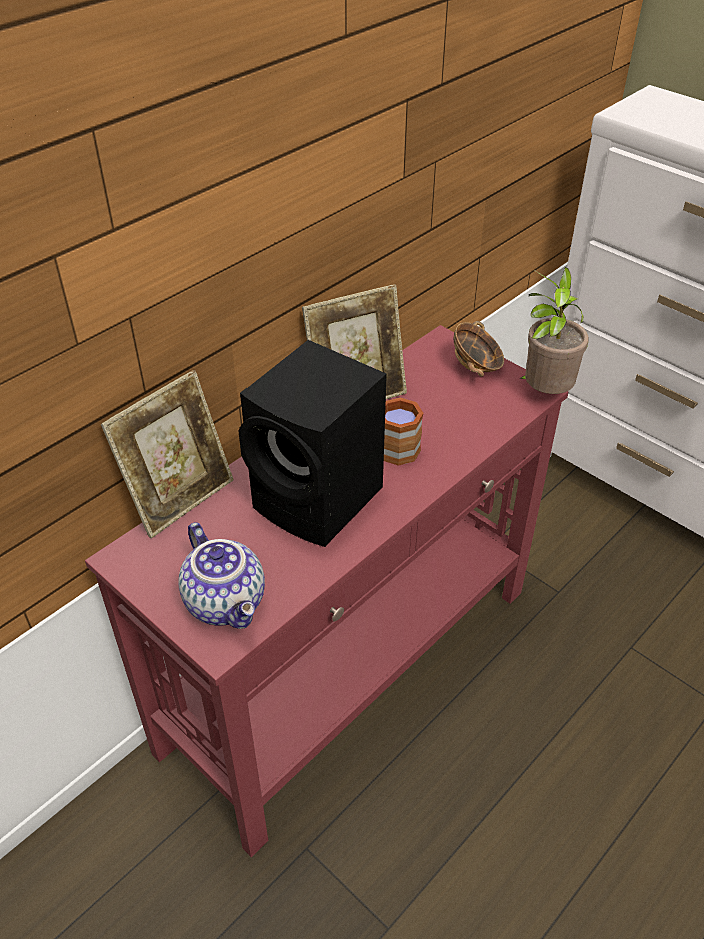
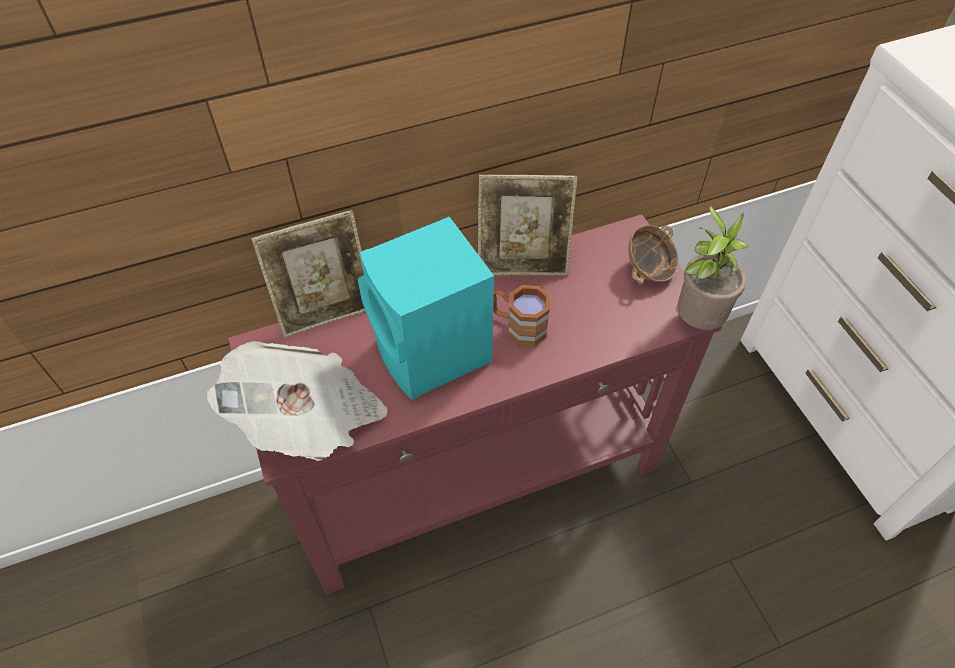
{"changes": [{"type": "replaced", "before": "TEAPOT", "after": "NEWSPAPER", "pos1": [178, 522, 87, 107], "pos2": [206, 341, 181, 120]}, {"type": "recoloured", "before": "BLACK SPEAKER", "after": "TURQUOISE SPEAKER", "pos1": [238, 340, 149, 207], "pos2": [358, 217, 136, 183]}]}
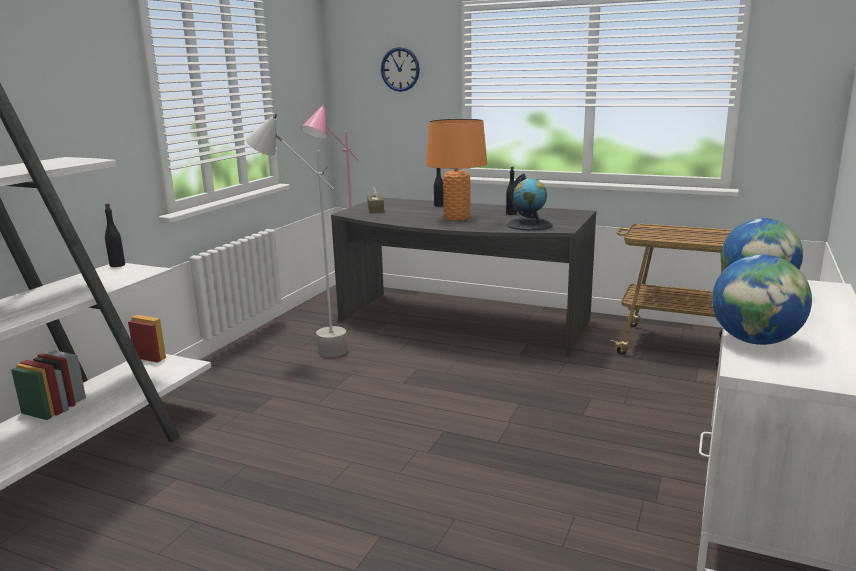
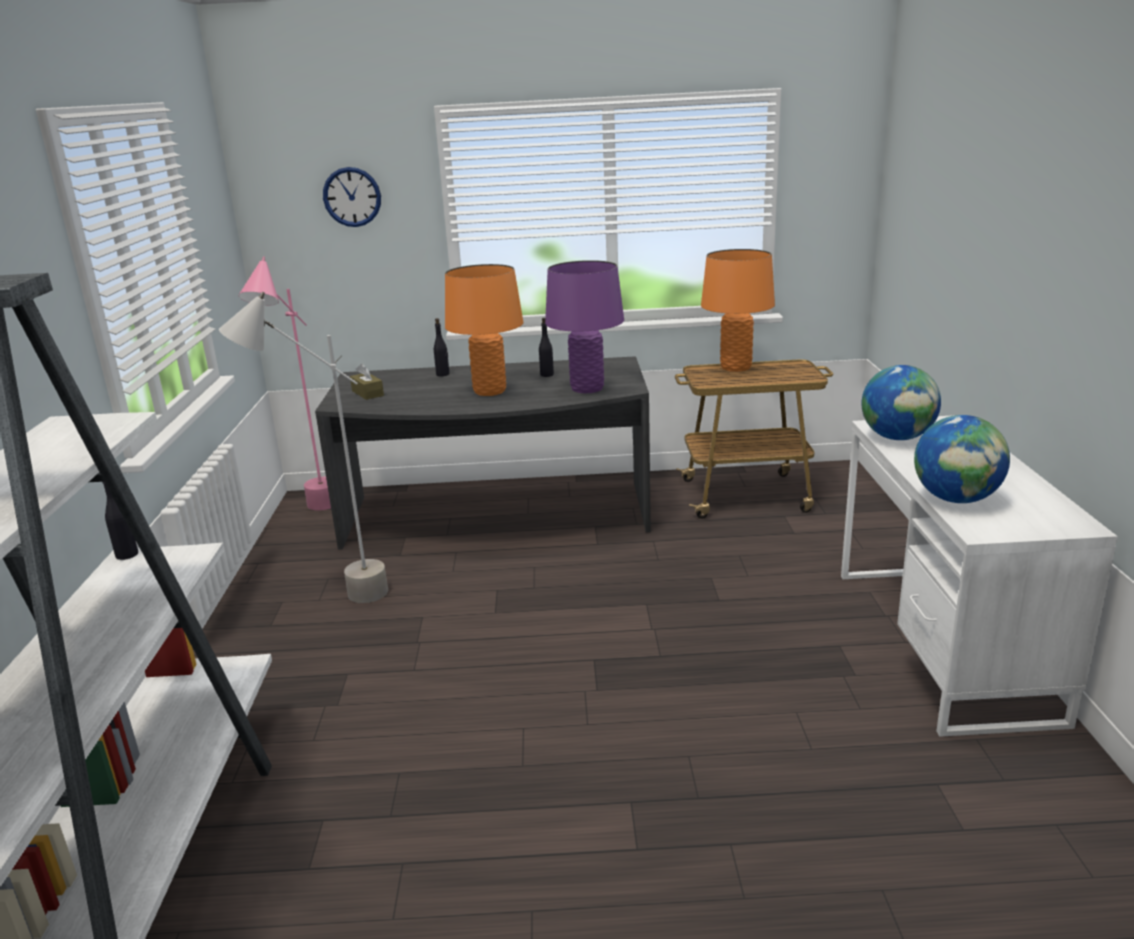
{"changes": [{"type": "replaced", "before": "GLOBE", "after": "PURPLE TABLE LAMP", "pos1": [506, 174, 47, 57], "pos2": [545, 260, 79, 133]}, {"type": "added", "after": "ORANGE TABLE LAMP", "pos2": [701, 249, 74, 123]}]}
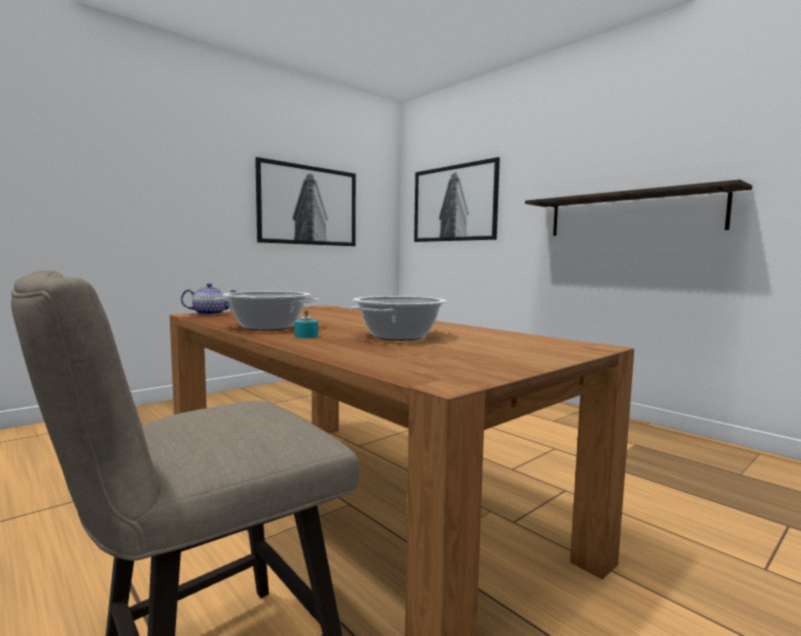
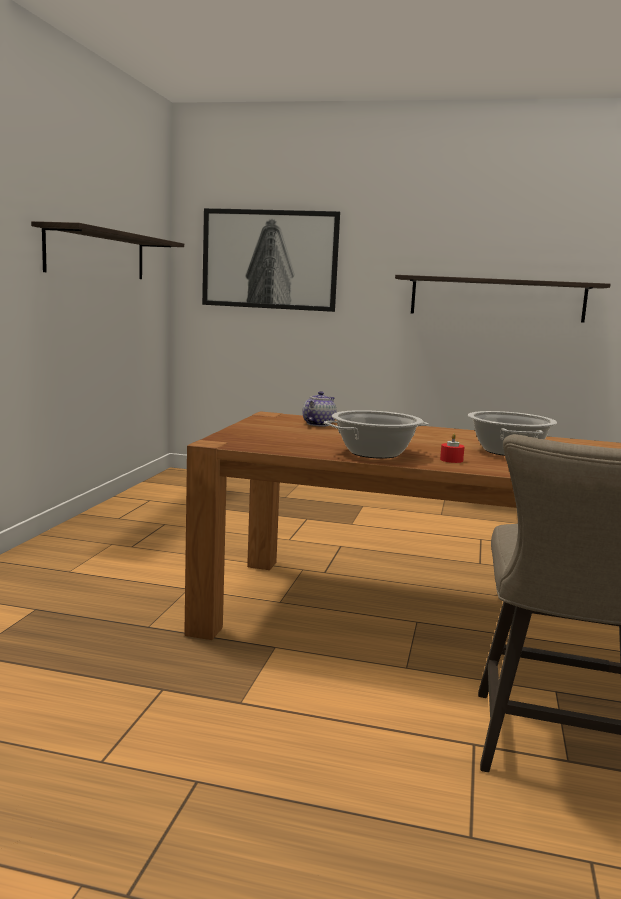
{"changes": [{"type": "replaced", "before": "PICTURE", "after": "SHELF", "pos1": [255, 157, 101, 89], "pos2": [31, 221, 153, 58]}, {"type": "moved", "before": "TEAPOT", "pos1": [181, 283, 56, 32], "pos2": [303, 391, 34, 36]}, {"type": "recoloured", "before": "TURQUOISE CANDLE", "after": "RED CANDLE", "pos1": [294, 308, 24, 30], "pos2": [440, 433, 25, 30]}]}
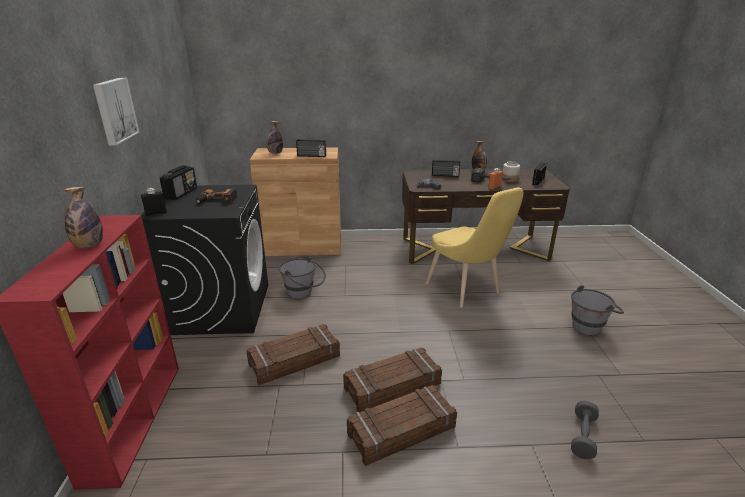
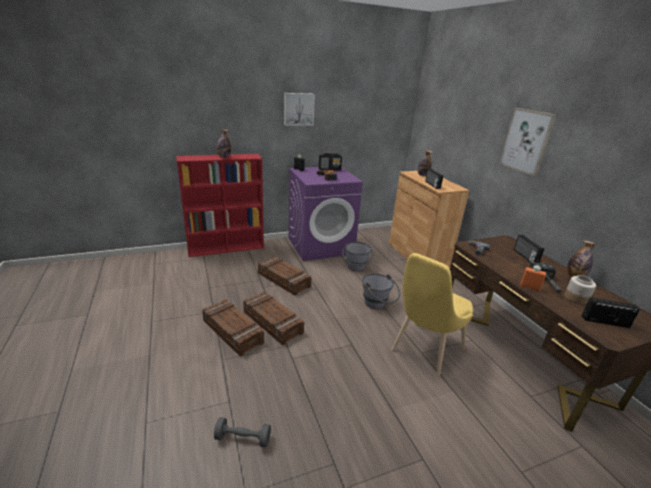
{"changes": [{"type": "recoloured", "before": "BLACK WASHING MACHINE", "after": "PURPLE WASHING MACHINE", "pos1": [141, 185, 127, 150], "pos2": [289, 167, 74, 94]}, {"type": "moved", "before": "GREY BUCKET", "pos1": [571, 285, 53, 50], "pos2": [362, 273, 38, 36]}, {"type": "added", "after": "PICTURE", "pos2": [499, 108, 57, 68]}]}
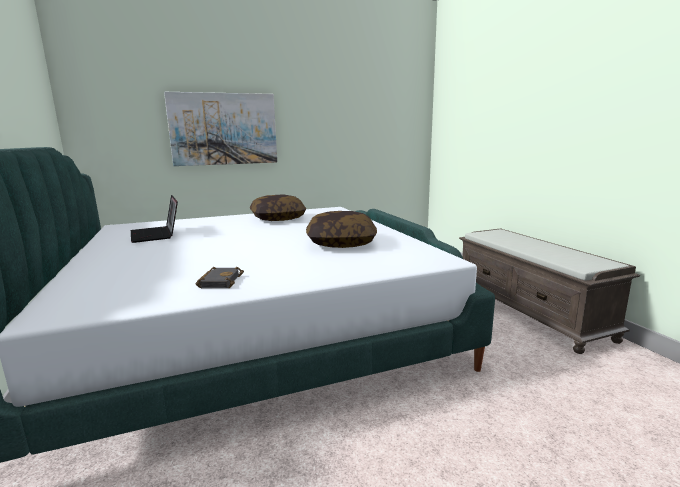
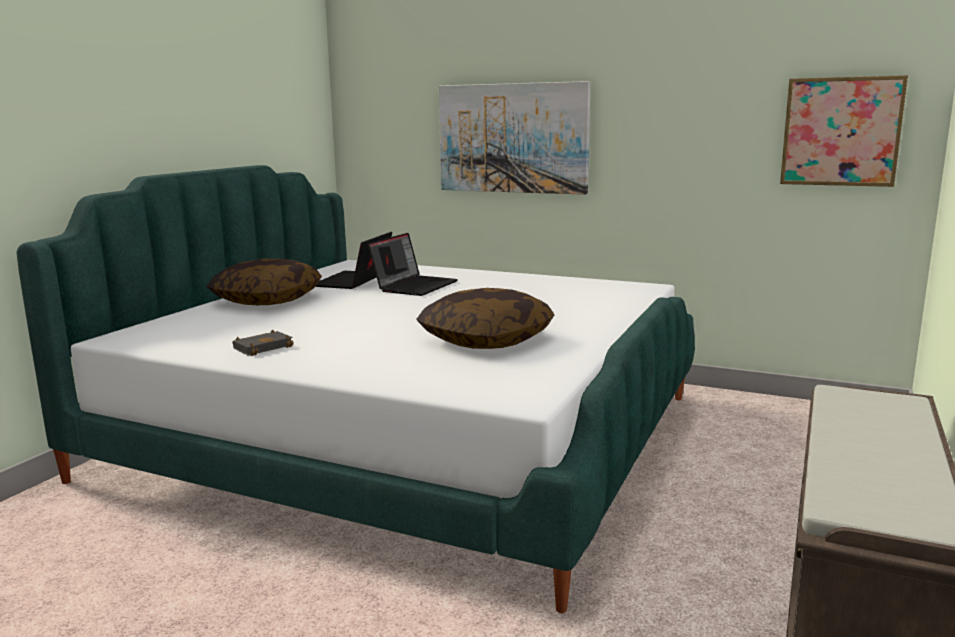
{"changes": [{"type": "moved", "before": "PILLOW", "pos1": [250, 194, 56, 27], "pos2": [207, 258, 115, 47]}, {"type": "added", "after": "LAPTOP", "pos2": [368, 233, 90, 63]}, {"type": "added", "after": "PICTURE", "pos2": [780, 75, 128, 112]}]}
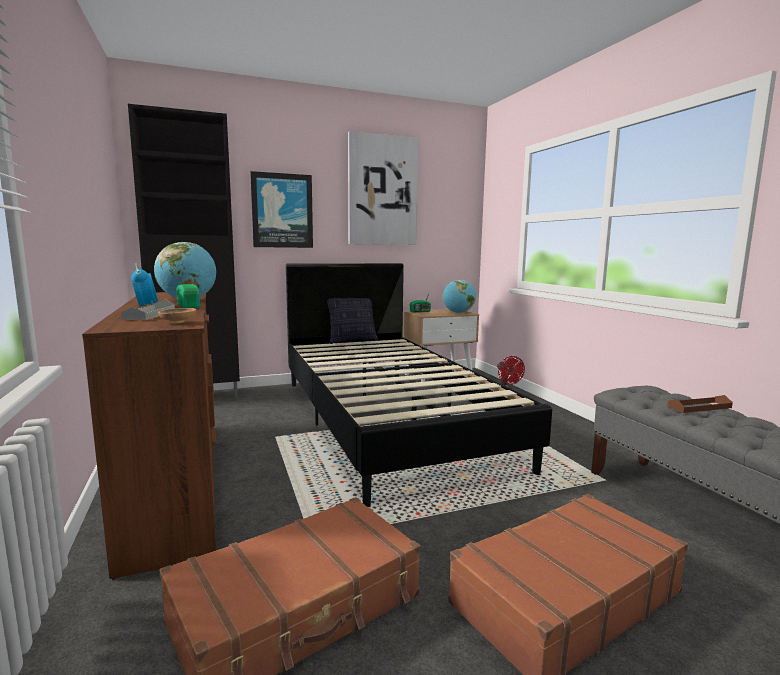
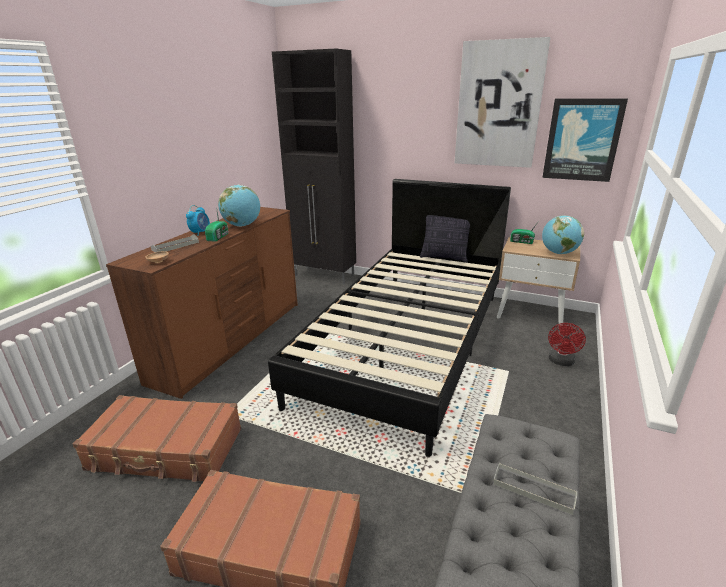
{"changes": [{"type": "recoloured", "before": "BROWN TRAY", "after": "GREY TRAY", "pos1": [667, 395, 66, 18], "pos2": [493, 463, 84, 52]}, {"type": "moved", "before": "PICTURE", "pos1": [250, 171, 63, 77], "pos2": [542, 99, 86, 83]}]}
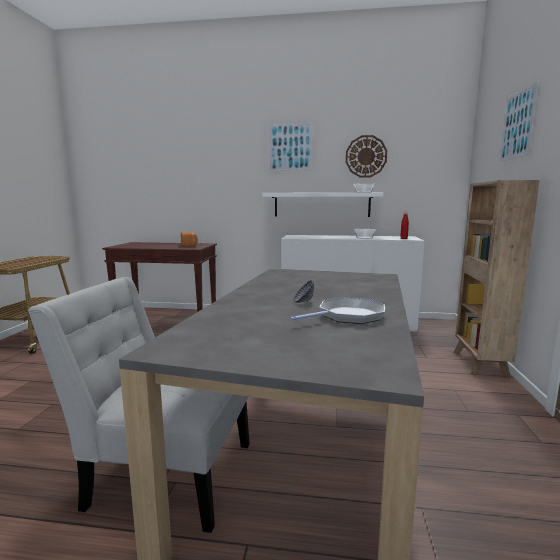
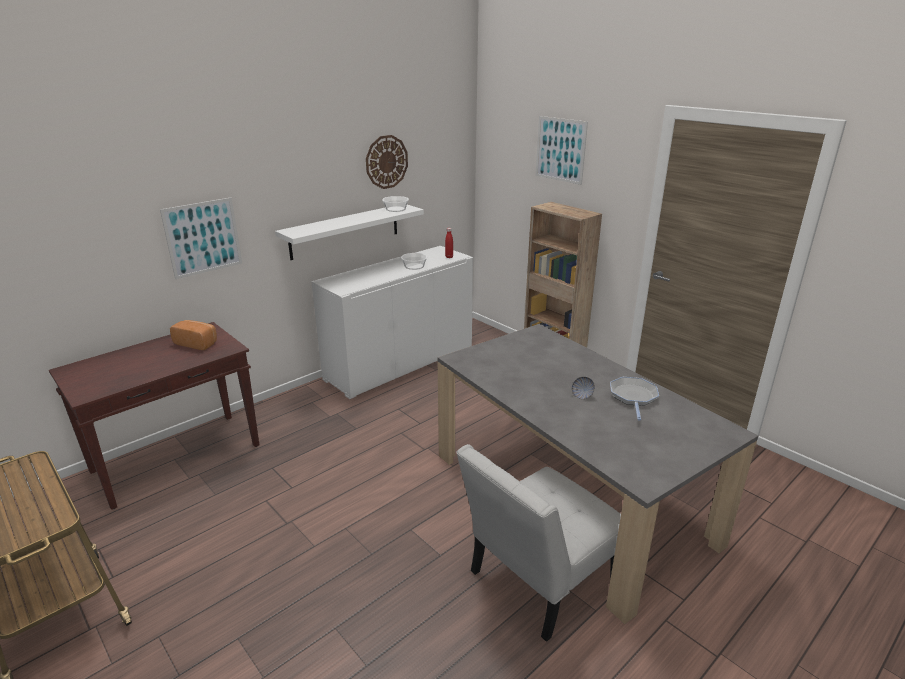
{"changes": [{"type": "moved", "before": "PICTURE", "pos1": [268, 123, 45, 48], "pos2": [160, 198, 82, 81]}]}
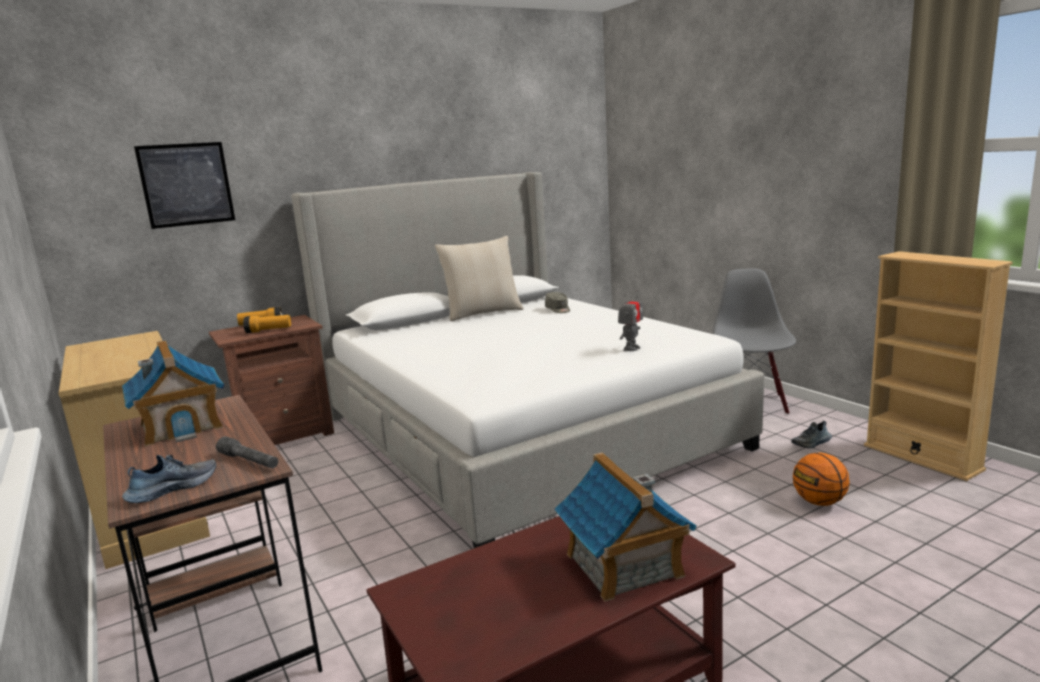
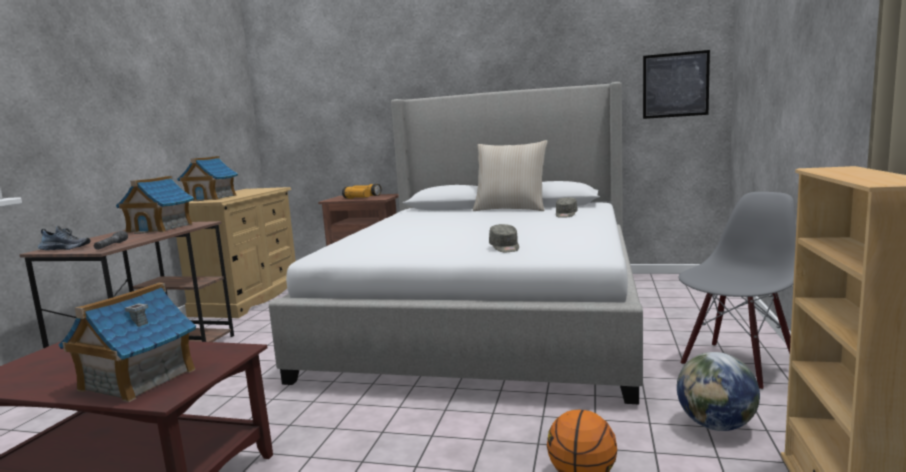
{"changes": [{"type": "added", "after": "TOY HOUSE", "pos2": [177, 156, 61, 45]}, {"type": "replaced", "before": "TOY ROBOT", "after": "GREY CAP", "pos1": [618, 290, 25, 61], "pos2": [489, 224, 30, 28]}, {"type": "moved", "before": "PICTURE", "pos1": [134, 142, 101, 87], "pos2": [643, 50, 67, 69]}, {"type": "replaced", "before": "SHOE", "after": "GLOBE", "pos1": [791, 421, 41, 27], "pos2": [677, 352, 83, 79]}]}
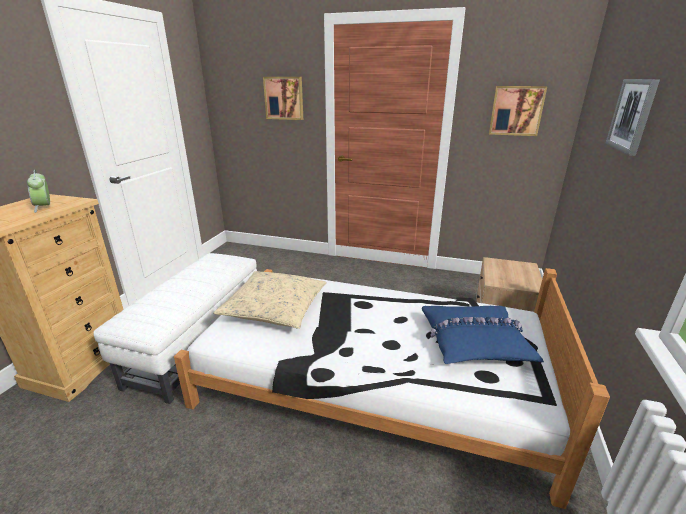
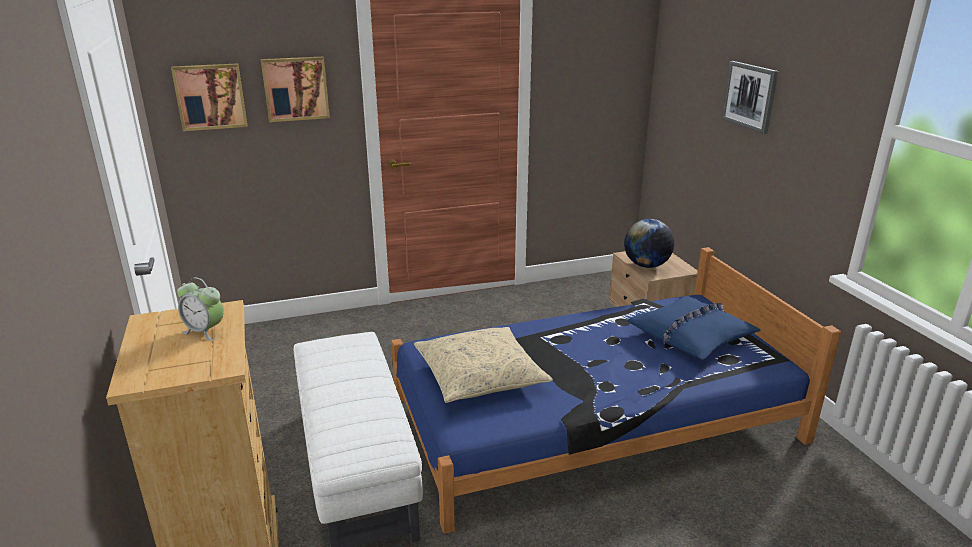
{"changes": [{"type": "moved", "before": "PICTURE", "pos1": [489, 86, 58, 50], "pos2": [171, 64, 77, 67]}, {"type": "recoloured", "before": "WHITE BED", "after": "BLUE BED", "pos1": [174, 268, 436, 241], "pos2": [391, 247, 450, 287]}, {"type": "added", "after": "GLOBE", "pos2": [624, 219, 51, 49]}]}
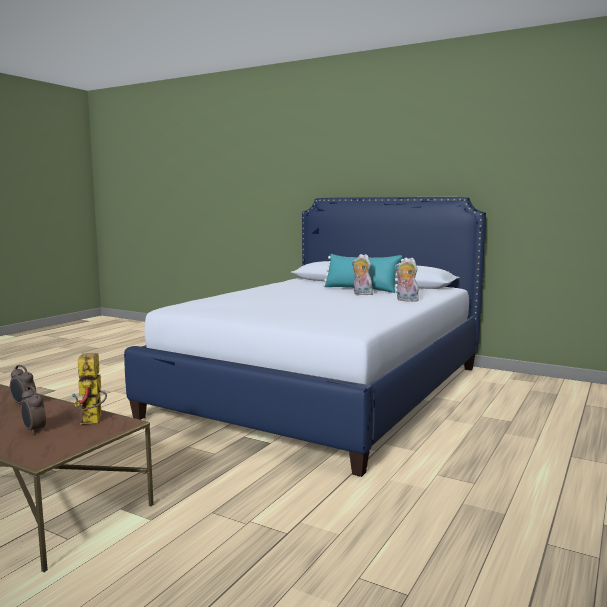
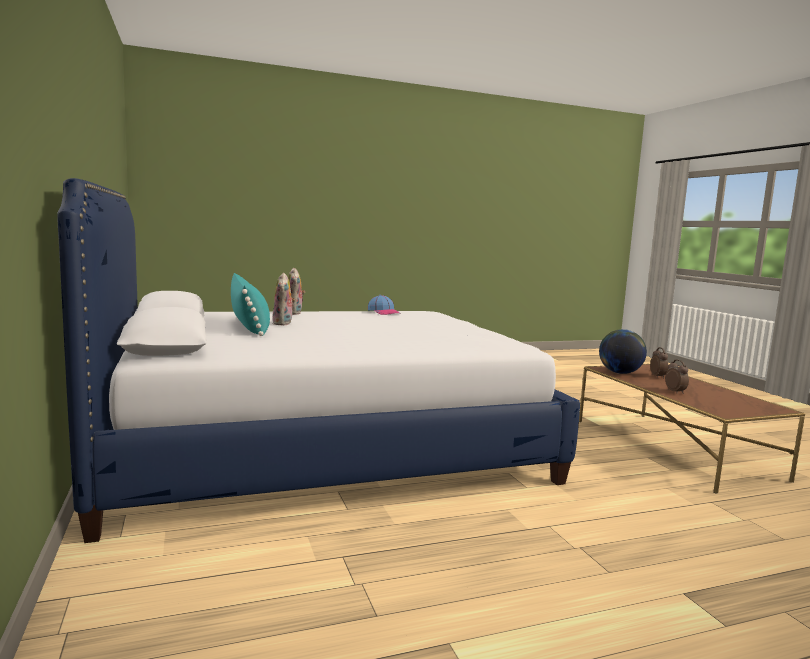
{"changes": [{"type": "added", "after": "CAP", "pos2": [368, 295, 32, 20]}, {"type": "replaced", "before": "TOY ROBOT", "after": "GLOBE", "pos1": [72, 353, 35, 71], "pos2": [599, 329, 48, 45]}]}
